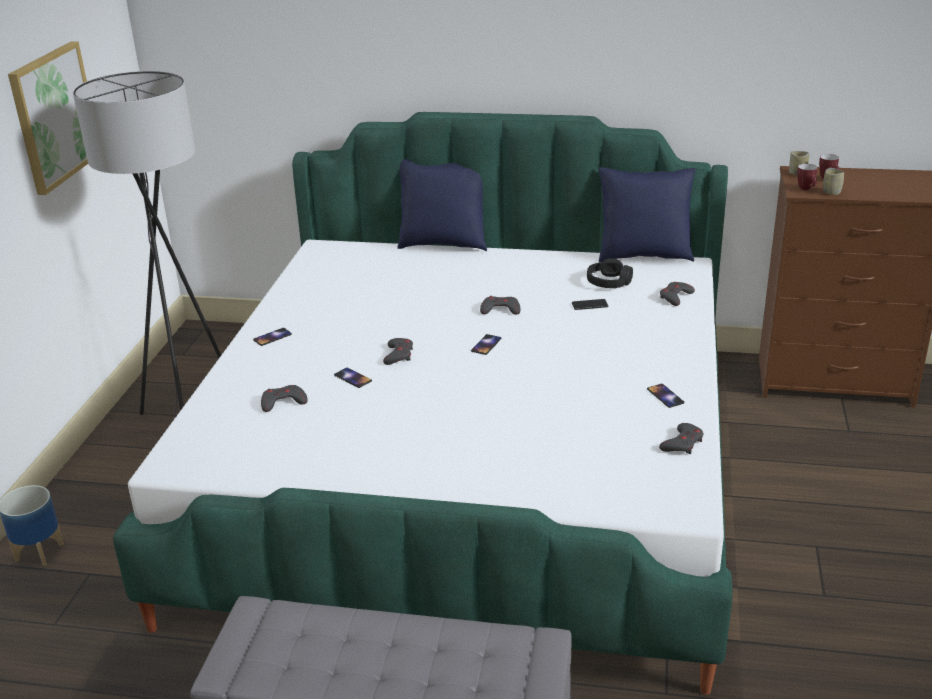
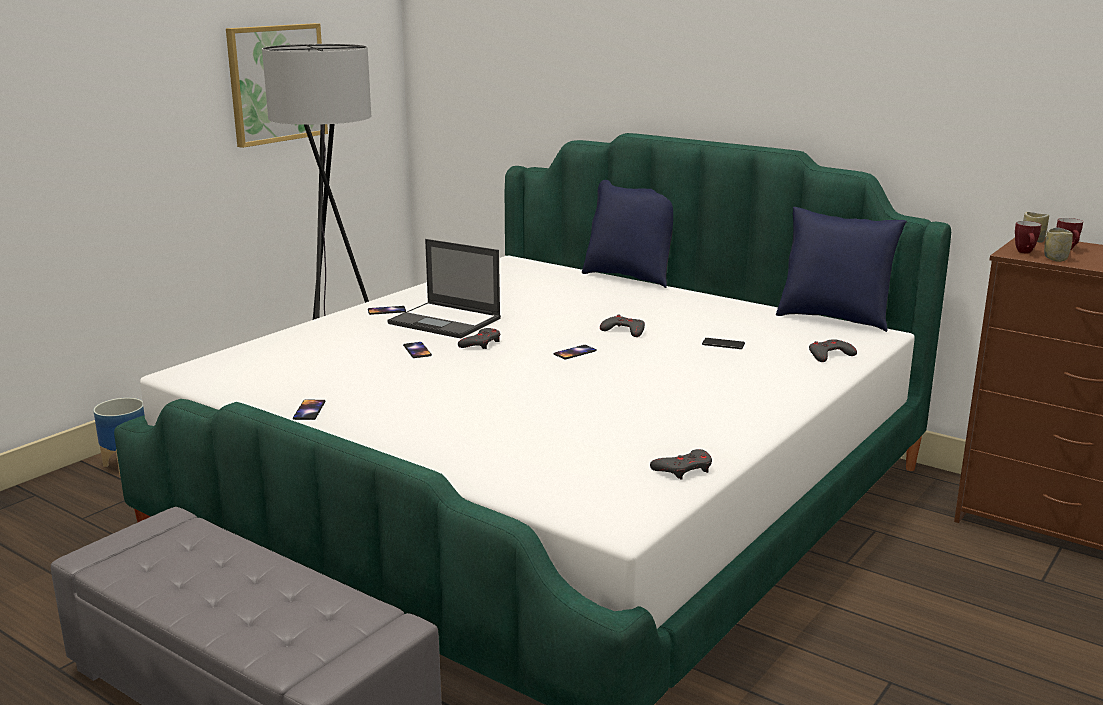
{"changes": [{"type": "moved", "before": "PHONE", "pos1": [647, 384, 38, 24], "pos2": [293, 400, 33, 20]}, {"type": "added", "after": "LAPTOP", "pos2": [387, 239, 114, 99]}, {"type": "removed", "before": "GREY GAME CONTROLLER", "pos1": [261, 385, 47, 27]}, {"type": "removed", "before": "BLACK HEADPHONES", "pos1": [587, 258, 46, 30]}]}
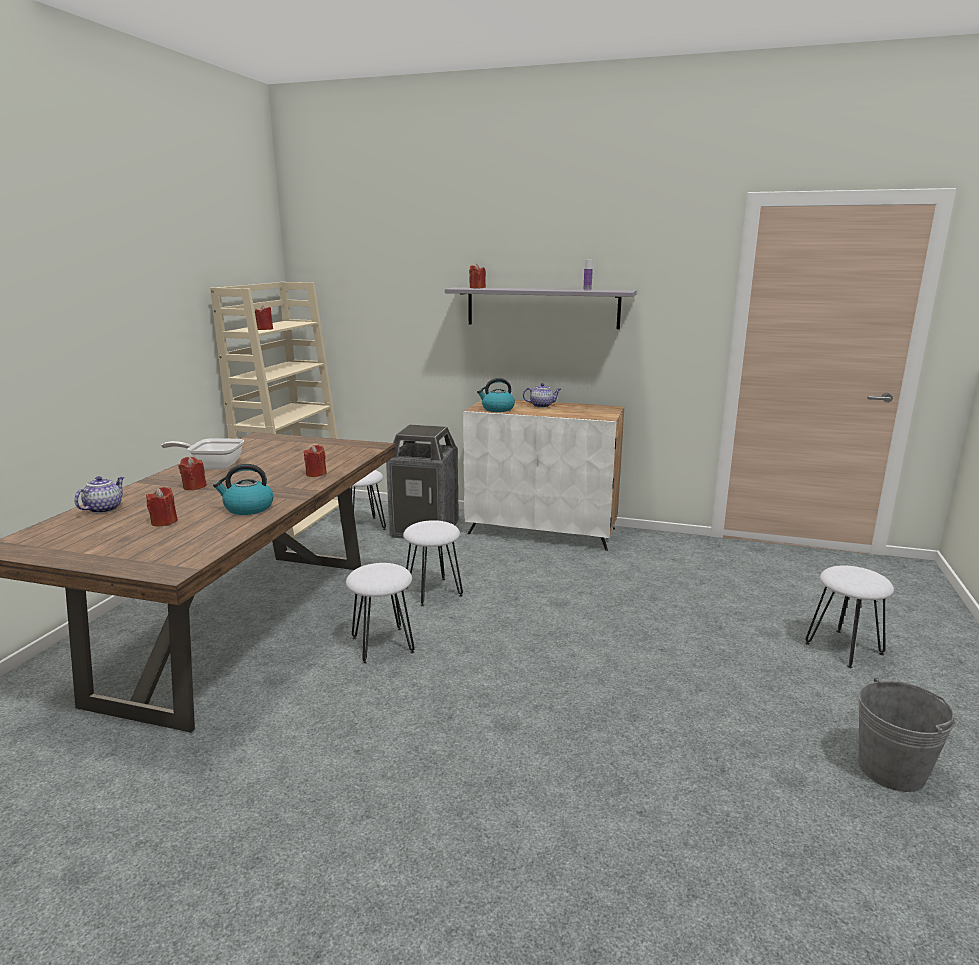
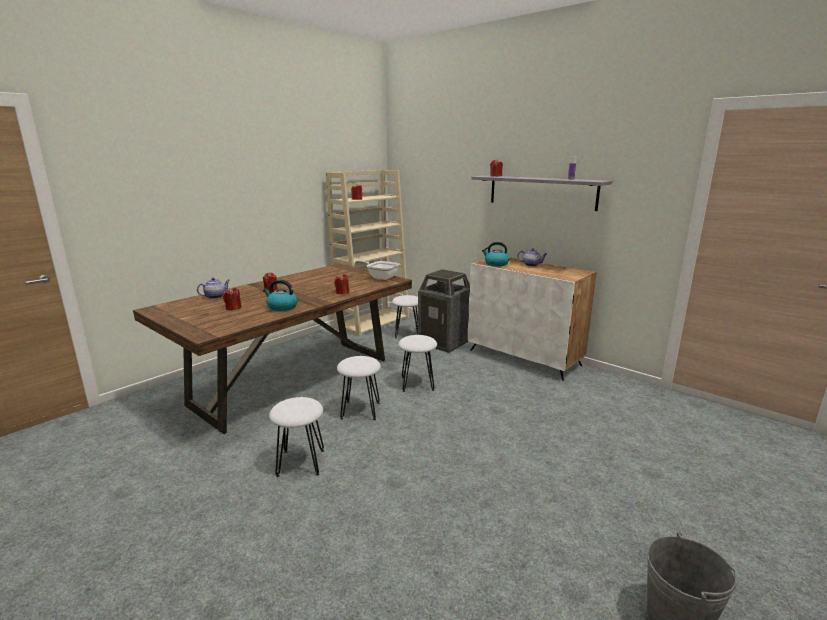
{"changes": [{"type": "moved", "before": "WHITE STOOL", "pos1": [805, 566, 89, 102], "pos2": [269, 397, 55, 80]}, {"type": "moved", "before": "FRYING PAN", "pos1": [161, 438, 83, 31], "pos2": [355, 260, 44, 20]}]}
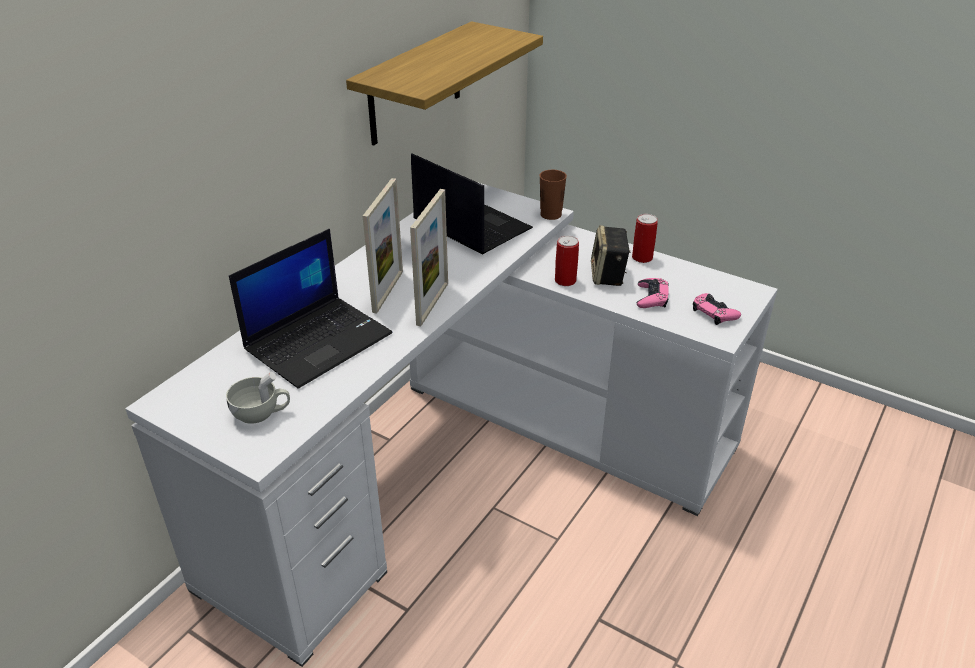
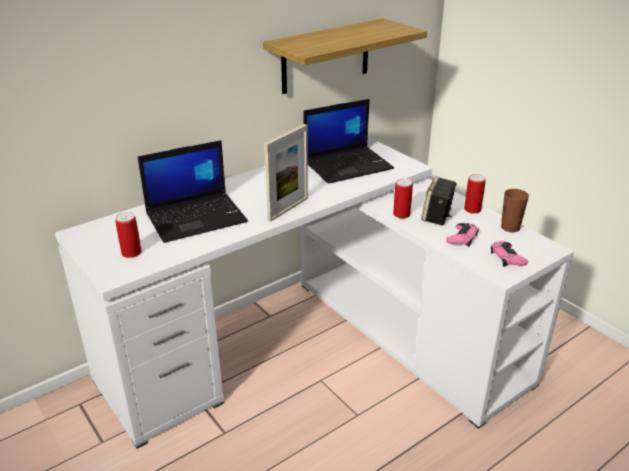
{"changes": [{"type": "replaced", "before": "WHITE CUP", "after": "CAN", "pos1": [226, 372, 64, 52], "pos2": [115, 212, 26, 46]}, {"type": "turned", "before": "LAPTOP", "pos1": [411, 153, 122, 101], "pos2": [303, 99, 91, 85], "turn": 90}, {"type": "moved", "before": "BROWN CUP", "pos1": [540, 170, 27, 50], "pos2": [501, 189, 28, 43]}, {"type": "removed", "before": "PICTURE FRAME", "pos1": [363, 178, 40, 135]}]}
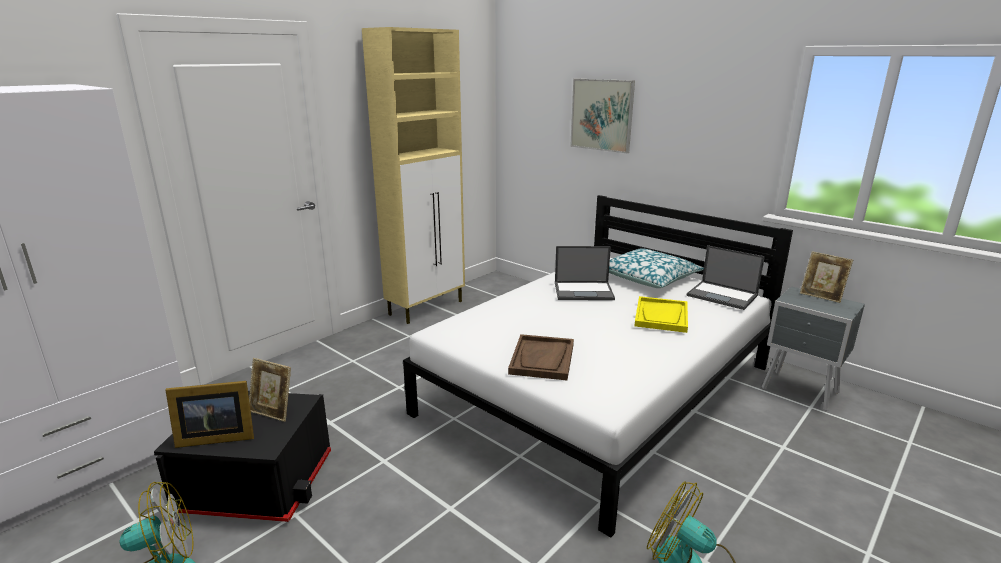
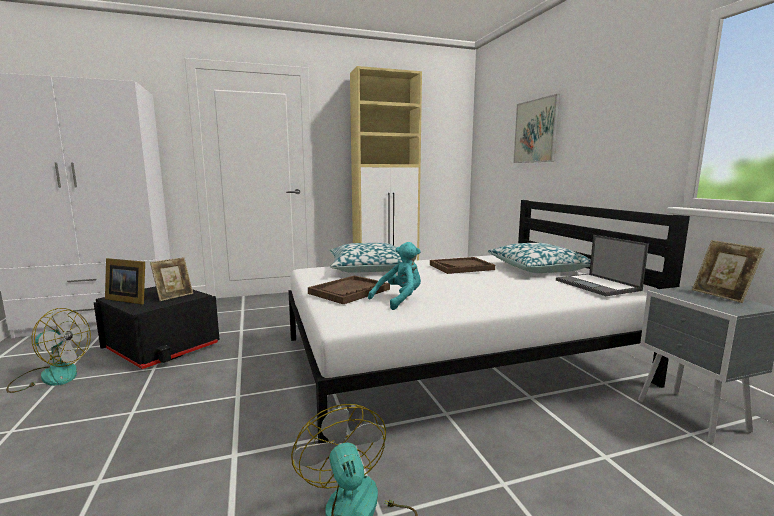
{"changes": [{"type": "turned", "before": "PICTURE FRAME", "pos1": [249, 358, 42, 64], "pos2": [150, 257, 43, 44], "turn": -105}, {"type": "added", "after": "PILLOW", "pos2": [330, 243, 73, 30]}, {"type": "added", "after": "TURQUOISE PLUSH TOY", "pos2": [368, 242, 53, 68]}, {"type": "replaced", "before": "LAPTOP", "after": "BROWN TRAY", "pos1": [555, 246, 60, 54], "pos2": [430, 257, 65, 17]}, {"type": "removed", "before": "YELLOW TRAY", "pos1": [634, 296, 54, 37]}]}
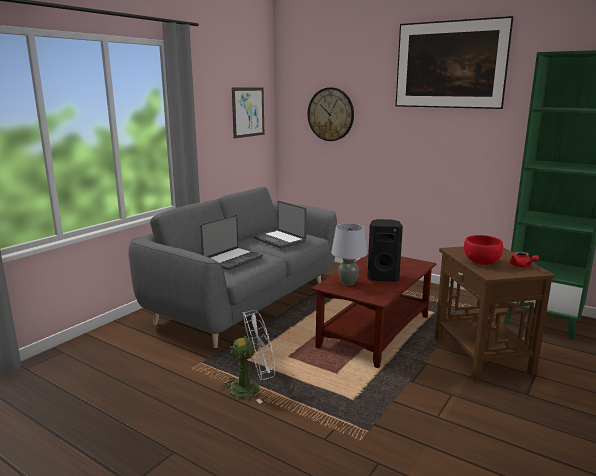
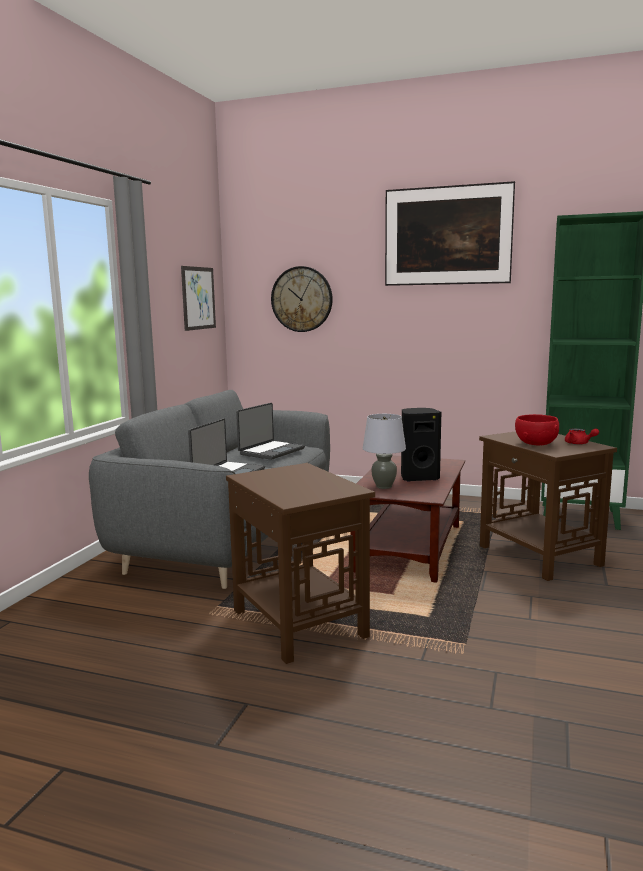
{"changes": [{"type": "replaced", "before": "WHITE FAN", "after": "BROWN SIDE TABLE", "pos1": [219, 310, 56, 93], "pos2": [226, 463, 149, 201]}, {"type": "turned", "before": "LAPTOP", "pos1": [254, 201, 53, 48], "pos2": [236, 403, 69, 57], "turn": -90}]}
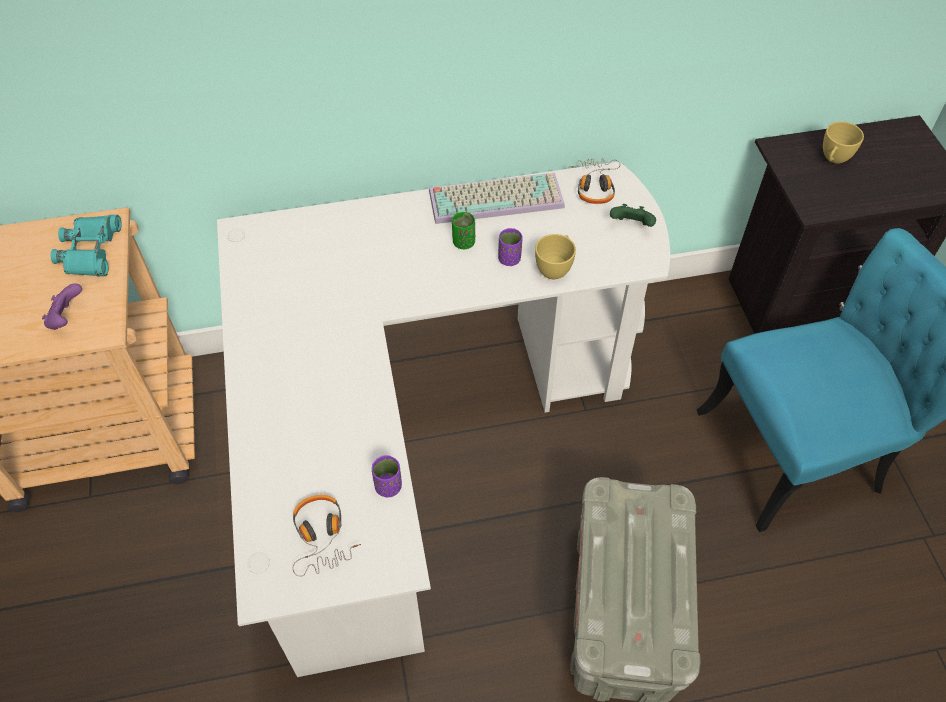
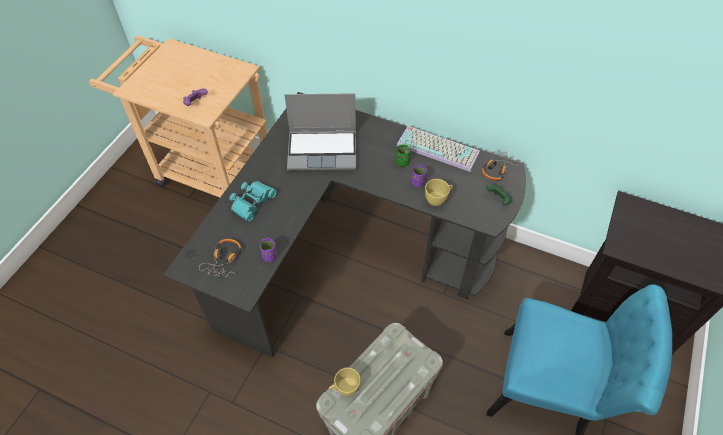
{"changes": [{"type": "recoloured", "before": "WHITE DESK", "after": "BLACK DESK", "pos1": [217, 162, 453, 515], "pos2": [163, 92, 363, 265]}, {"type": "moved", "before": "TURQUOISE BINOCULARS", "pos1": [50, 215, 72, 61], "pos2": [229, 181, 48, 41]}, {"type": "added", "after": "LAPTOP", "pos2": [285, 93, 71, 78]}, {"type": "moved", "before": "YELLOW CUP", "pos1": [823, 121, 41, 43], "pos2": [329, 368, 31, 28]}]}
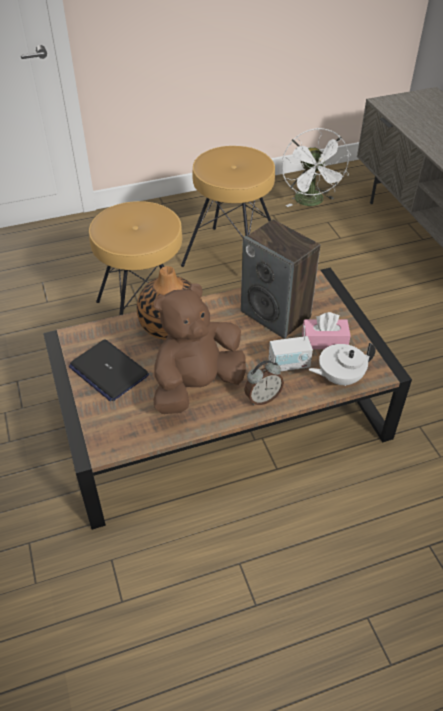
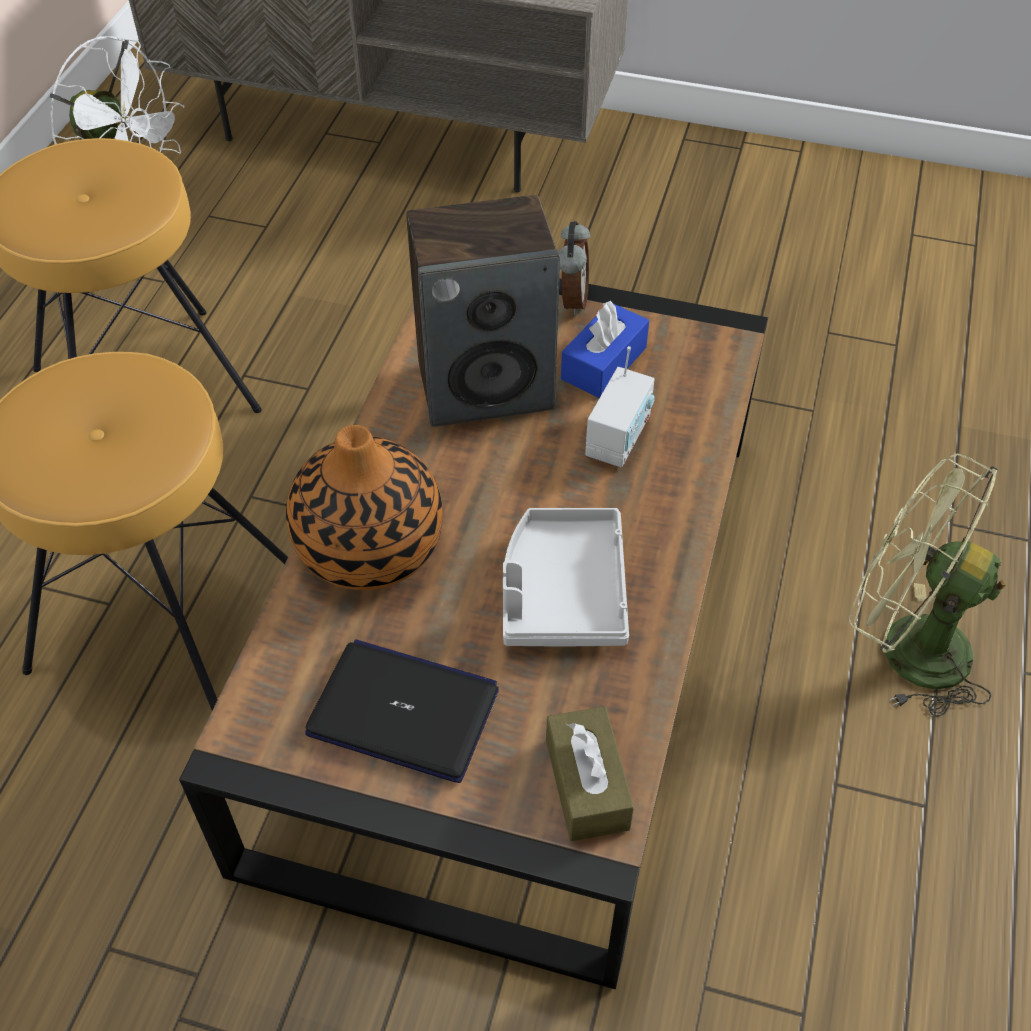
{"changes": [{"type": "turned", "before": "LAPTOP", "pos1": [69, 340, 80, 61], "pos2": [305, 639, 194, 144], "turn": -150}, {"type": "replaced", "before": "BROWN PLUSH TOY", "after": "GREY TRAY", "pos1": [154, 283, 92, 131], "pos2": [503, 508, 126, 138]}, {"type": "added", "after": "BROWN TISSUE BOX", "pos2": [546, 706, 88, 135]}, {"type": "moved", "before": "ALARM CLOCK", "pos1": [244, 360, 40, 45], "pos2": [559, 221, 31, 95]}, {"type": "recoloured", "before": "PINK TISSUE BOX", "after": "BLUE TISSUE BOX", "pos1": [302, 312, 49, 37], "pos2": [561, 301, 88, 97]}, {"type": "added", "after": "GREEN FAN", "pos2": [849, 454, 157, 263]}, {"type": "removed", "before": "WHITE TEAPOT", "pos1": [308, 342, 68, 44]}]}
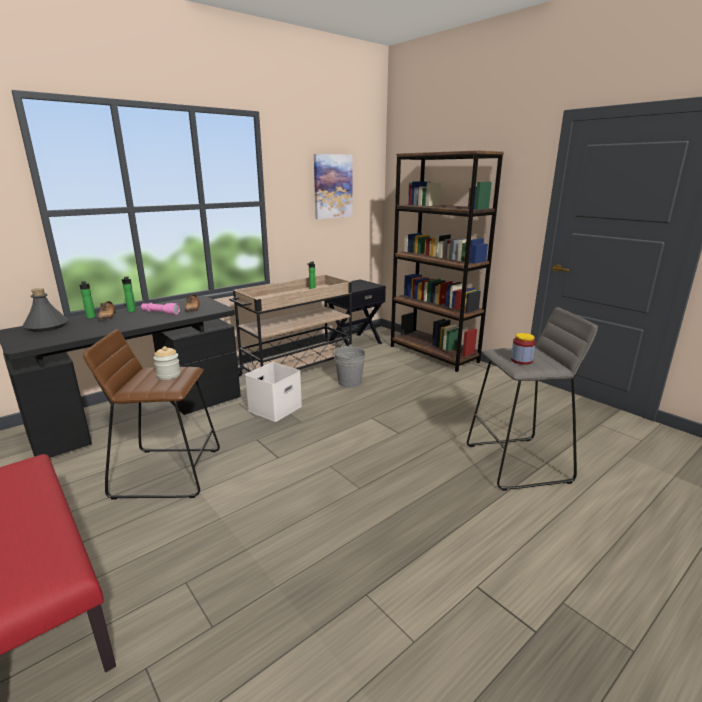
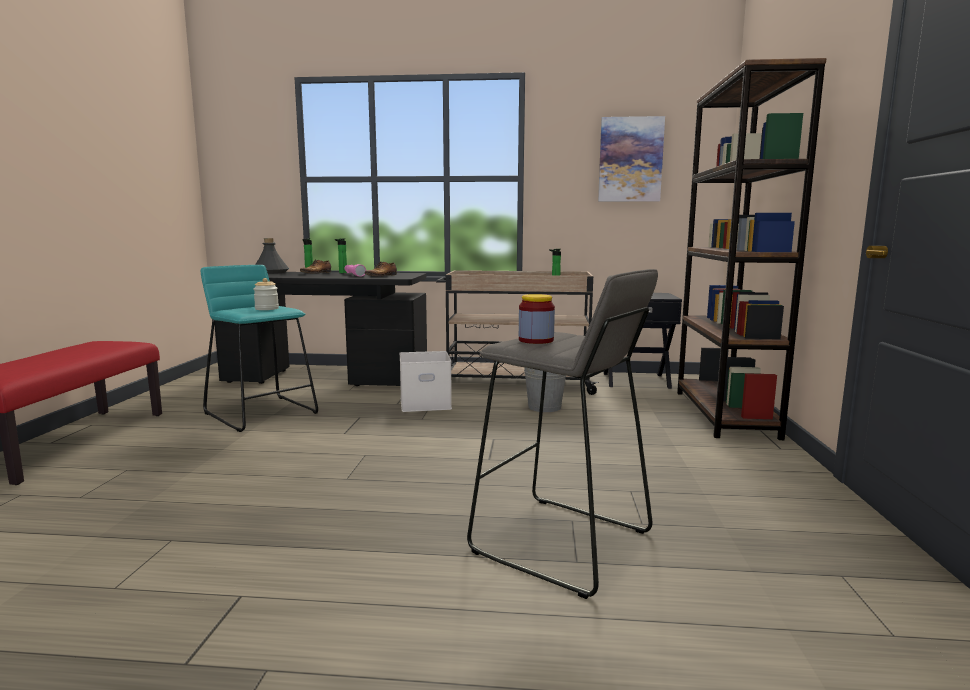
{"changes": [{"type": "recoloured", "before": "BROWN STOOL", "after": "TURQUOISE STOOL", "pos1": [83, 329, 137, 170], "pos2": [201, 265, 117, 167]}]}
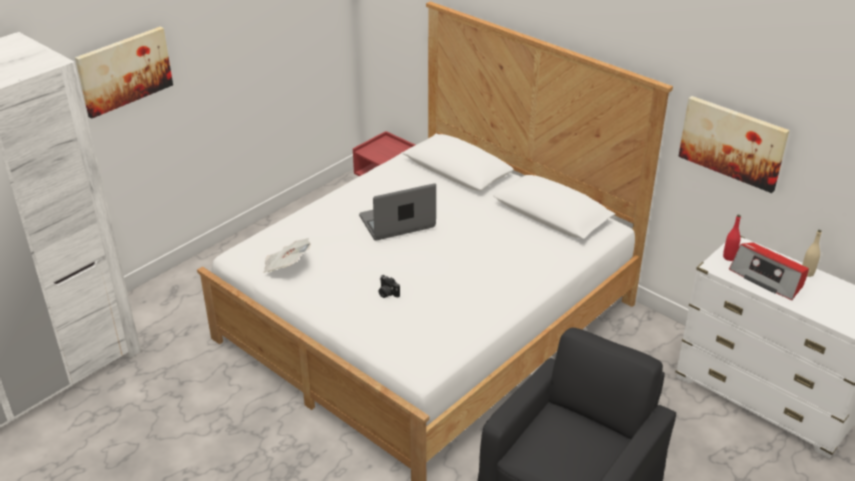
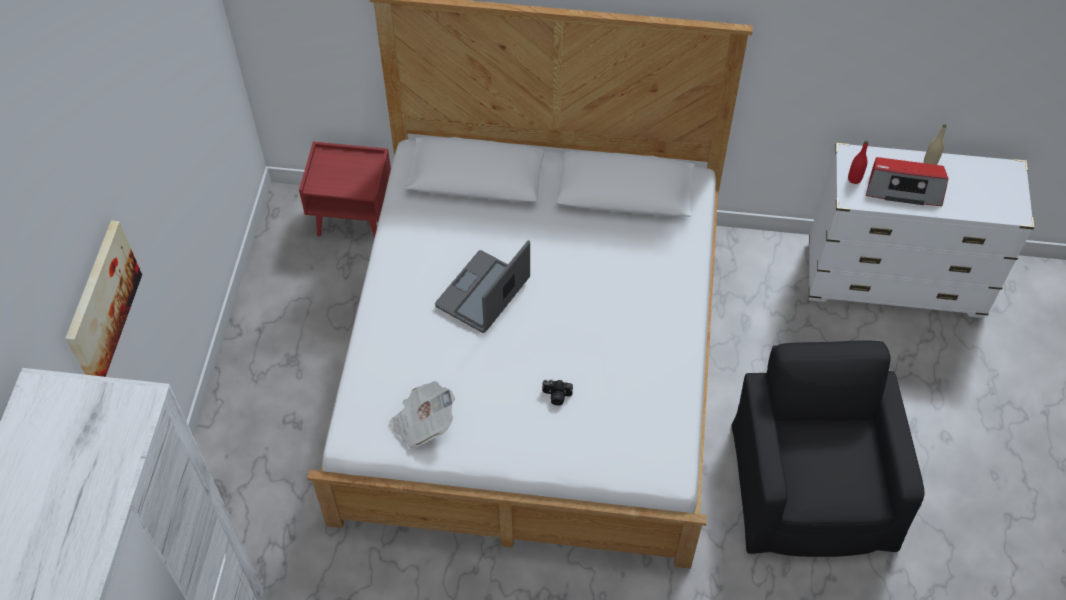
{"changes": [{"type": "removed", "before": "PICTURE", "pos1": [678, 96, 111, 97]}]}
